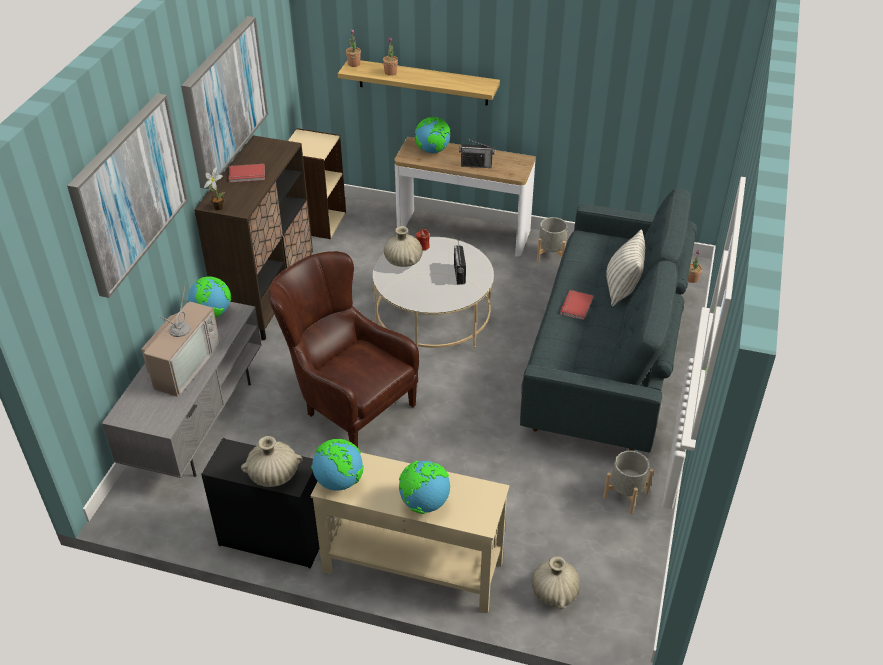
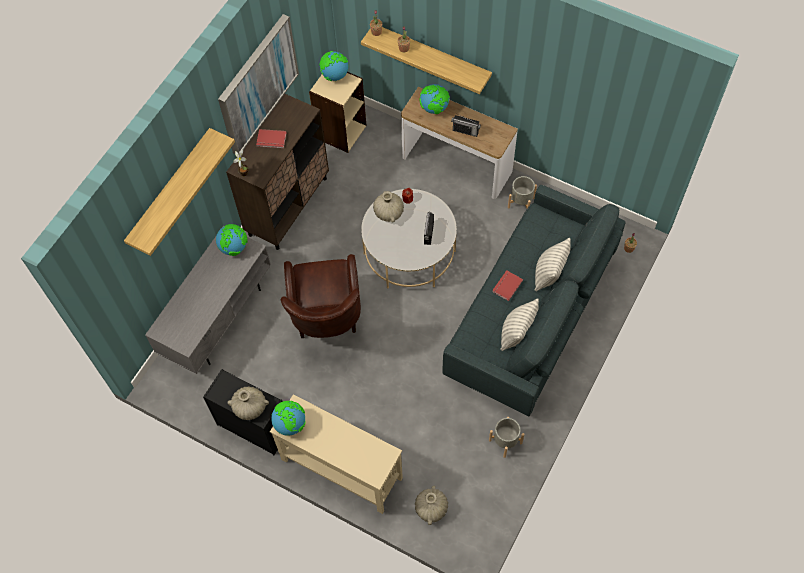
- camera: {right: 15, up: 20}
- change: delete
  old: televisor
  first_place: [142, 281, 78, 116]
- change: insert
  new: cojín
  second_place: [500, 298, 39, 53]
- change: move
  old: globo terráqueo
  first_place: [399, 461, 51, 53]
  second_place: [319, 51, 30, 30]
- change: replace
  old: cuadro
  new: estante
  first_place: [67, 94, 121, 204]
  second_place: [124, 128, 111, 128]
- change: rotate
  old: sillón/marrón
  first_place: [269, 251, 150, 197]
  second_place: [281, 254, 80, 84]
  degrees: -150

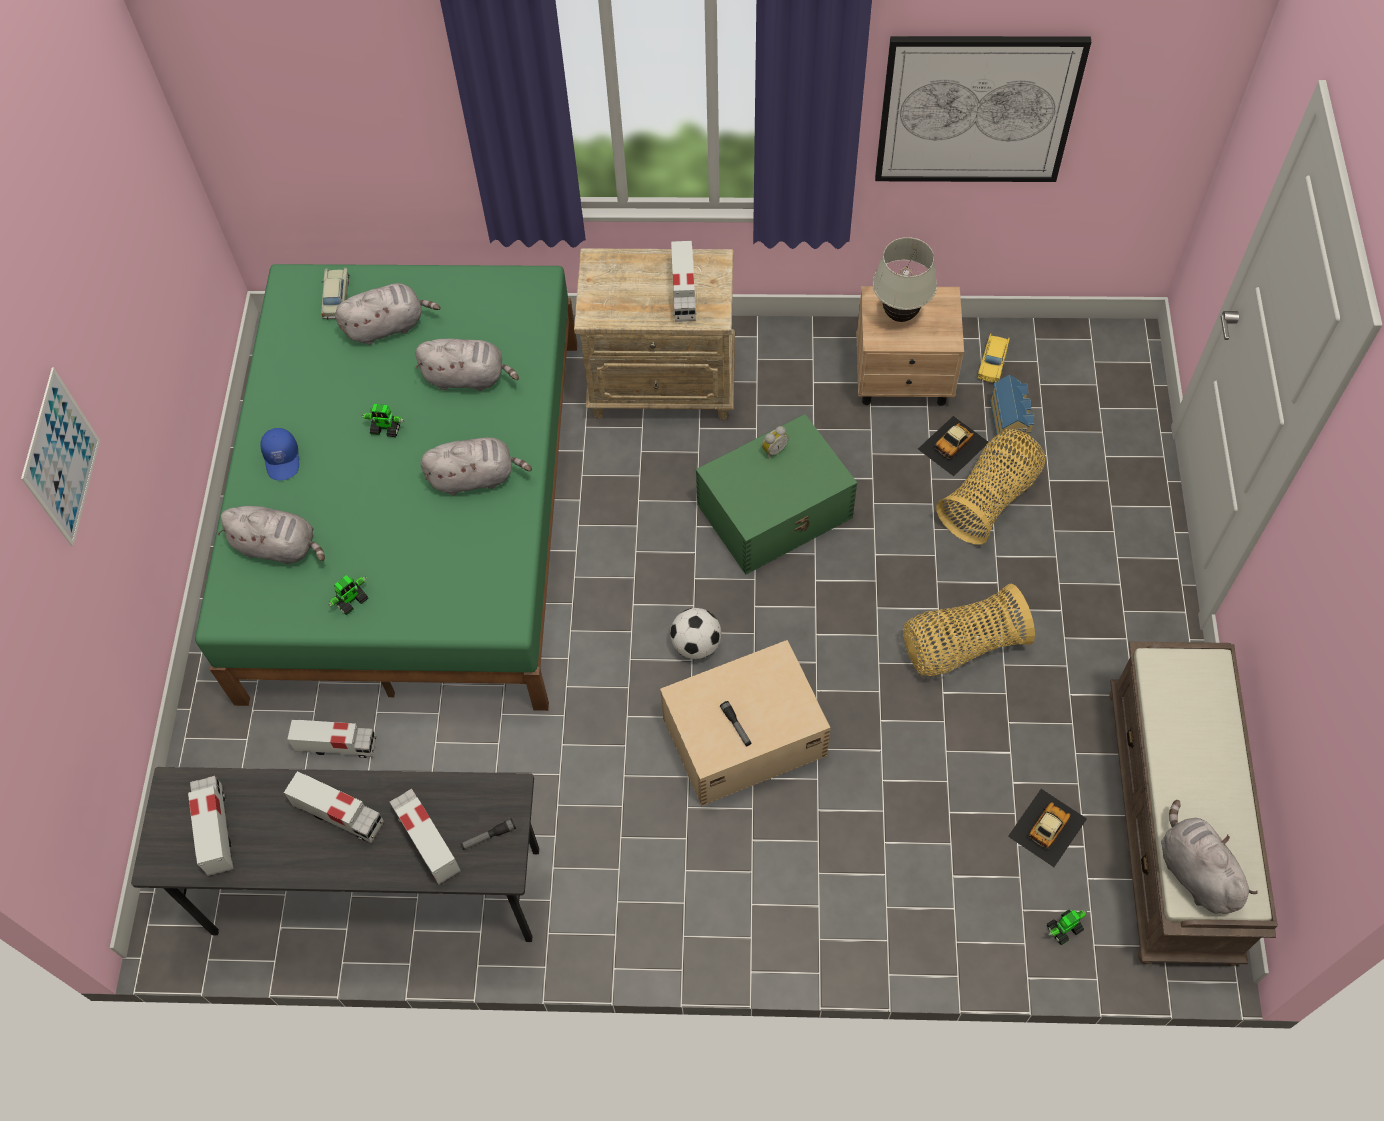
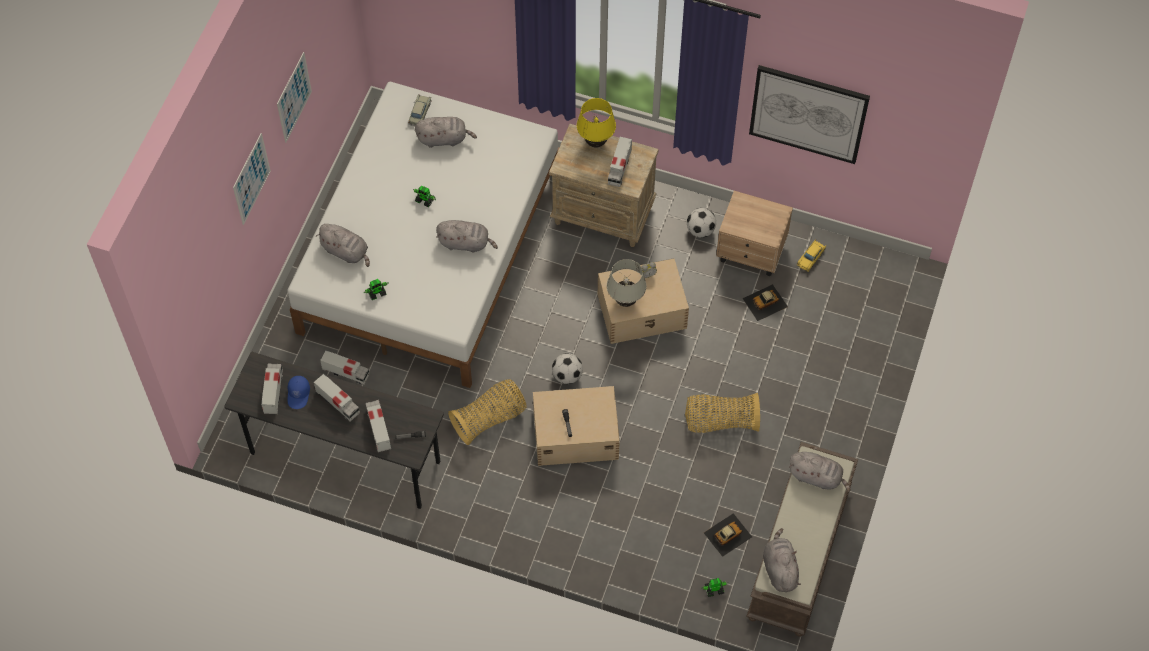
- camera: {right: 15, up: 0}
- change: delete
  old: casita
  first_place: [990, 375, 44, 70]
- change: insert
  new: cuadro
  second_place: [277, 52, 35, 91]
- change: insert
  new: lámpara de mesa/amarillo
  second_place: [577, 98, 39, 50]
- change: insert
  new: balón de fútbol
  second_place: [687, 208, 29, 30]
- change: move
  old: gorra/azul
  first_place: [260, 428, 39, 53]
  second_place: [287, 376, 23, 33]
- change: move
  old: peluche/gris
  first_place: [416, 338, 103, 53]
  second_place: [789, 452, 62, 40]
- change: move
  old: lámpara de mesa/blanco
  first_place: [873, 237, 64, 85]
  second_place: [607, 259, 39, 48]
- change: move
  old: cesta
  first_place: [936, 429, 110, 116]
  second_place: [448, 379, 79, 66]
- change: recolor
  old: cama/verde
  new: cama/blanco
  first_place: [195, 264, 382, 447]
  second_place: [287, 82, 272, 306]
- change: recolor
  old: caja de almacenaje/verde
  new: caja de almacenaje/beis
  first_place: [696, 414, 161, 161]
  second_place: [598, 258, 91, 86]

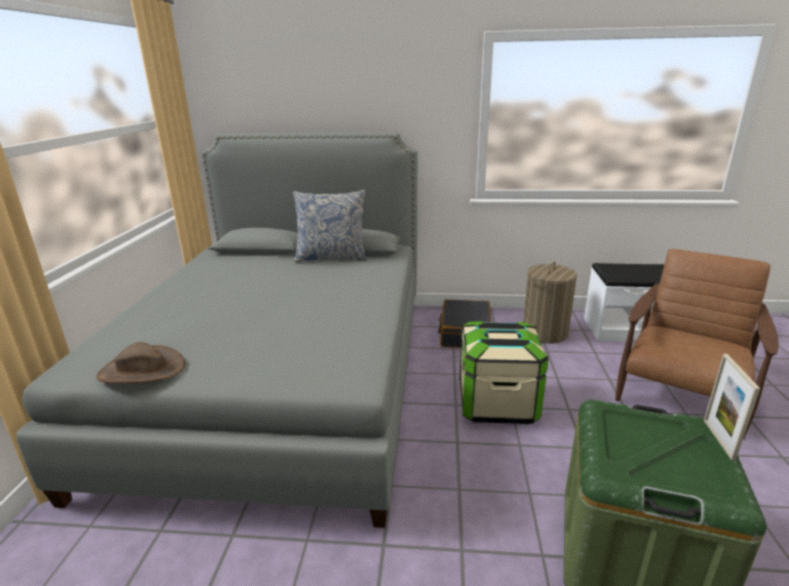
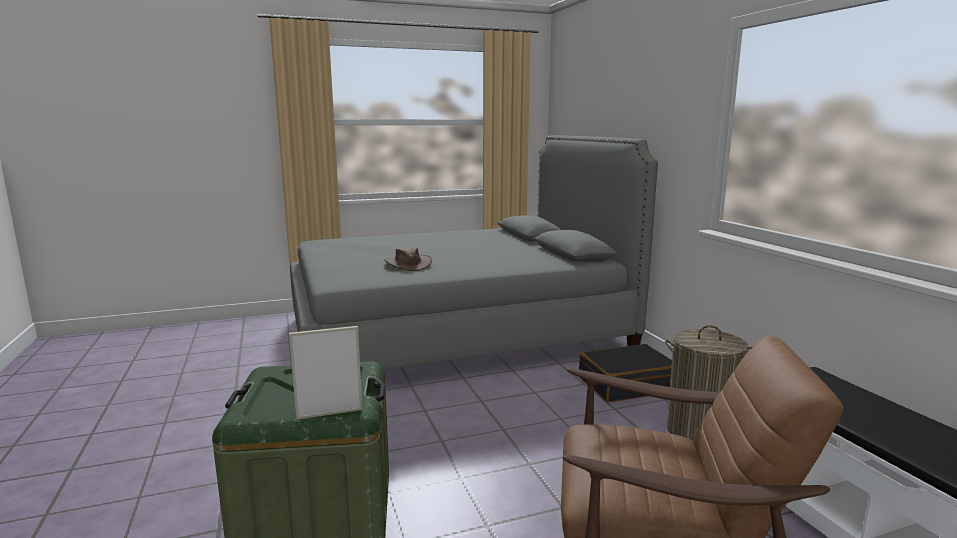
- camera: {right: 65, up: -10}
- change: delete
  old: cojín
  first_place: [293, 190, 74, 72]
- change: delete
  old: caja de almacenaje
  first_place: [459, 321, 90, 103]
- change: move
  old: sombrero/marrón
  first_place: [97, 342, 88, 41]
  second_place: [384, 247, 48, 24]

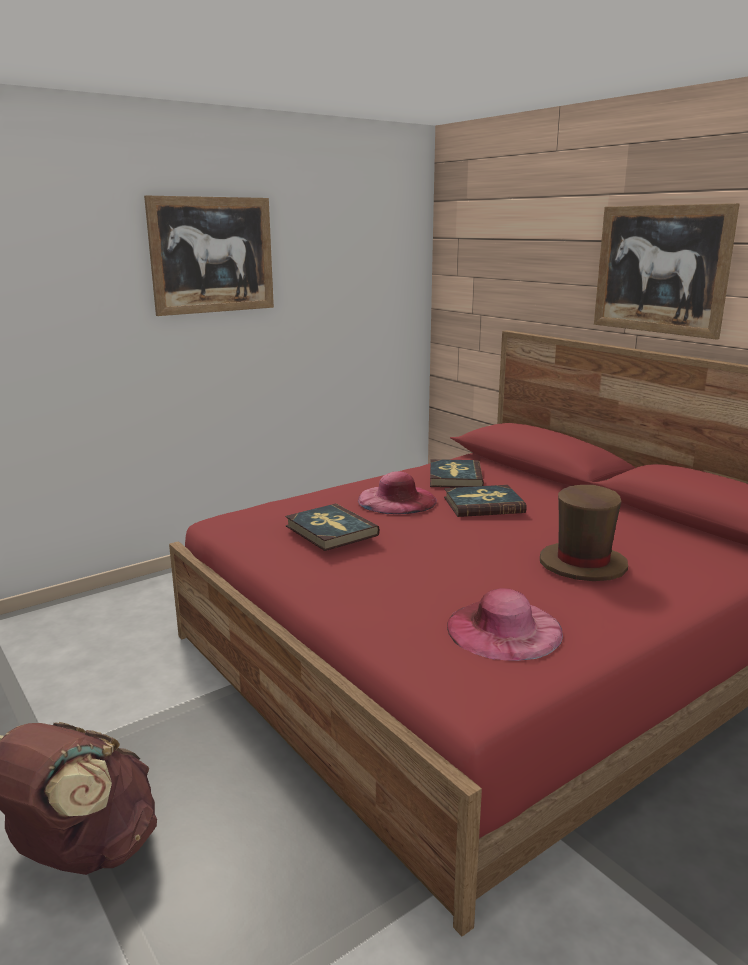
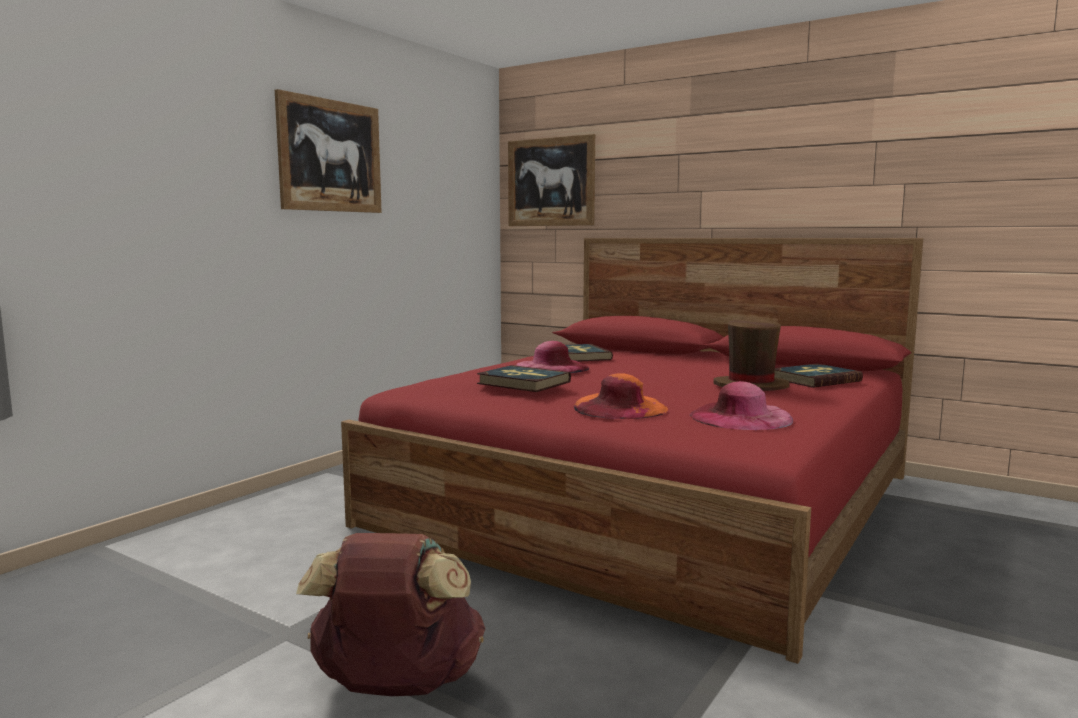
- camera: {right: -20, up: -10}
- change: insert
  new: sombrero/naranja
  second_place: [574, 374, 94, 45]
- change: move
  old: libro
  first_place: [444, 485, 82, 32]
  second_place: [774, 363, 89, 25]
- change: move
  old: cuadro
  first_place: [594, 203, 146, 137]
  second_place: [508, 134, 87, 92]

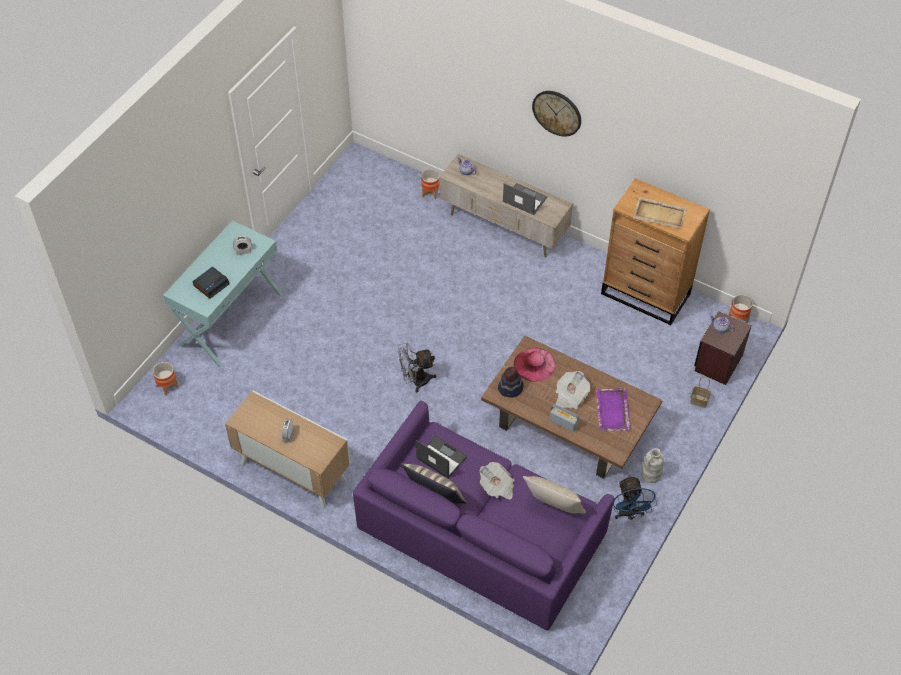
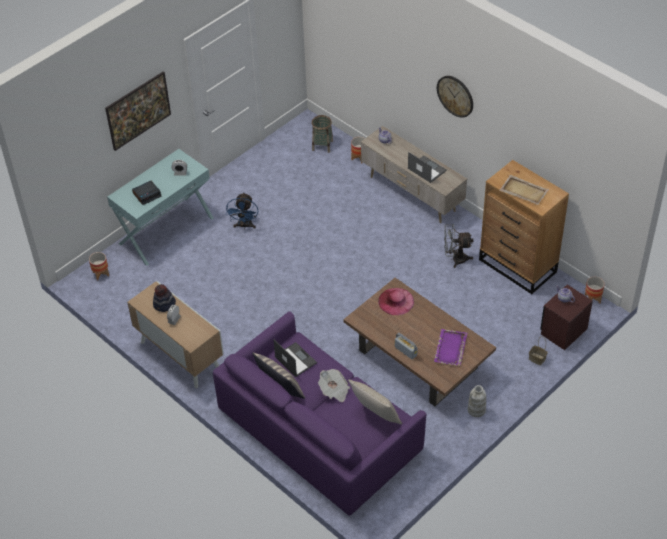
- camera: {right: 15, up: -5}
- change: delete
  old: periódico
  first_place: [555, 371, 35, 38]
- change: insert
  new: cuadro
  second_place: [105, 71, 66, 80]
- change: insert
  new: cesta
  second_place: [312, 115, 21, 38]
- change: move
  old: ventilador/gris
  first_place: [398, 342, 38, 50]
  second_place: [444, 224, 29, 44]
- change: move
  old: sombrero
  first_place: [498, 367, 26, 31]
  second_place: [153, 284, 23, 28]
- change: move
  old: ventilador/azul
  first_place: [613, 475, 44, 45]
  second_place: [226, 192, 32, 37]

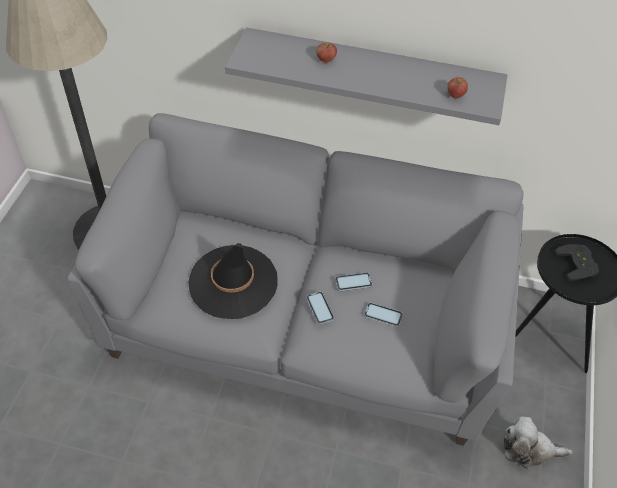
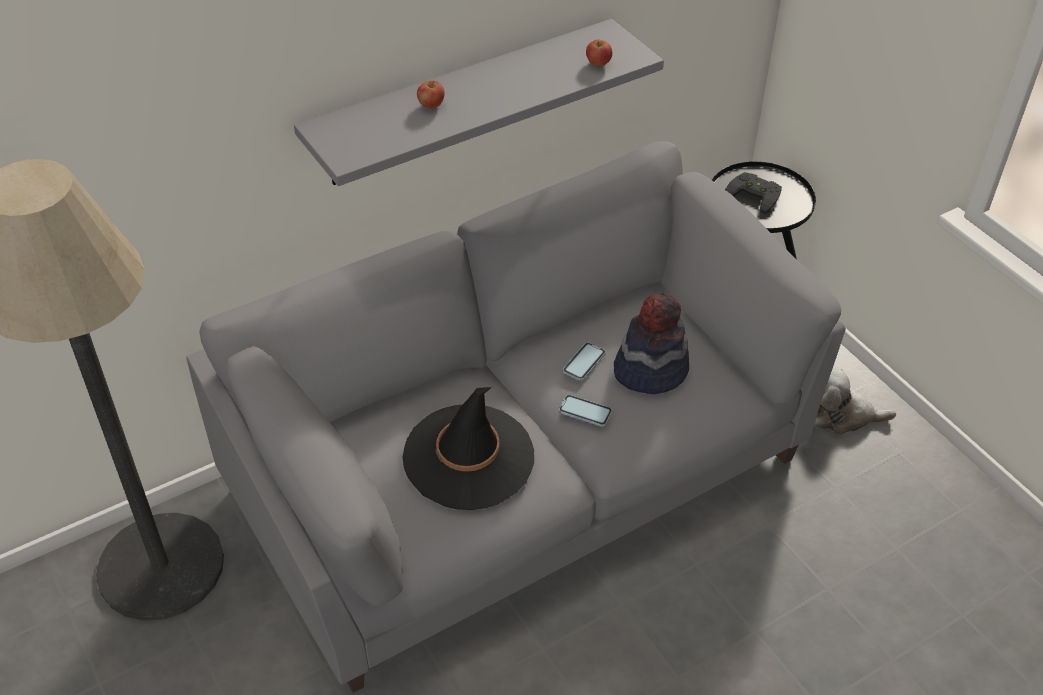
- camera: {right: -45, up: -5}
- change: replace
  old: móvil
  new: sombrero
  first_place: [364, 303, 39, 24]
  second_place: [614, 293, 75, 101]
- change: rotate
  old: peluche
  first_place: [504, 416, 69, 53]
  second_place: [814, 367, 82, 68]
  degrees: 45

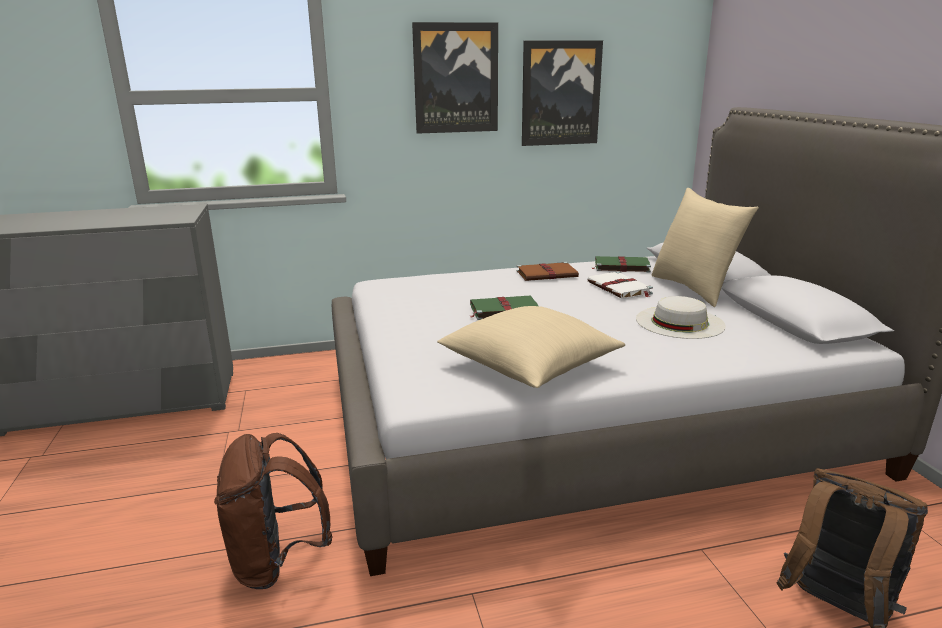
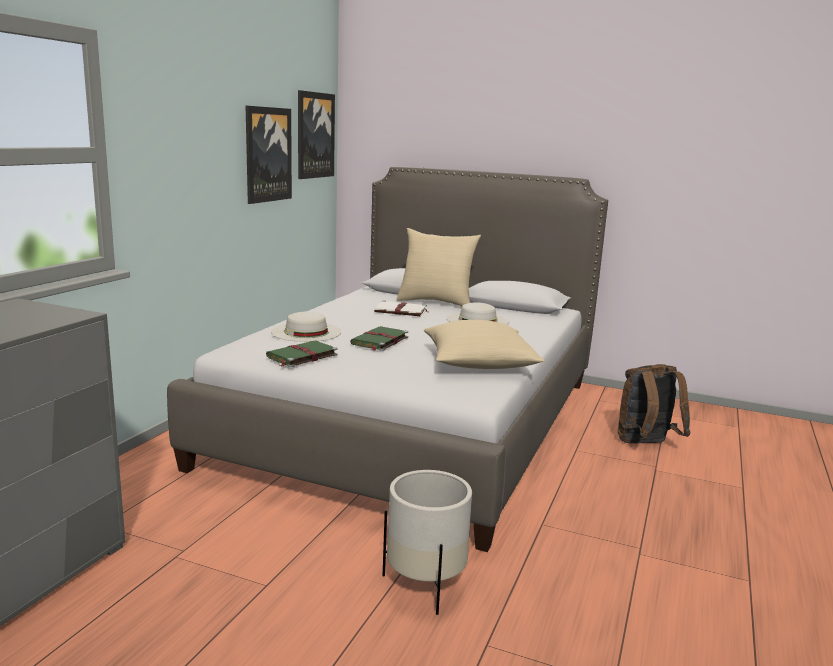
- camera: {right: -55, up: -5}
- change: delete
  old: libro/marrón
  first_place: [516, 262, 63, 19]
- change: insert
  new: sombrero/blanco
  second_place: [271, 312, 70, 30]
- change: move
  old: cuadro
  first_place: [412, 22, 86, 112]
  second_place: [298, 90, 37, 89]
- change: move
  old: libro/verde
  first_place: [592, 256, 59, 16]
  second_place: [266, 340, 72, 27]
- change: replace
  old: mochila/marrón
  new: maceta/blanco
  first_place: [214, 433, 119, 156]
  second_place: [383, 470, 89, 145]

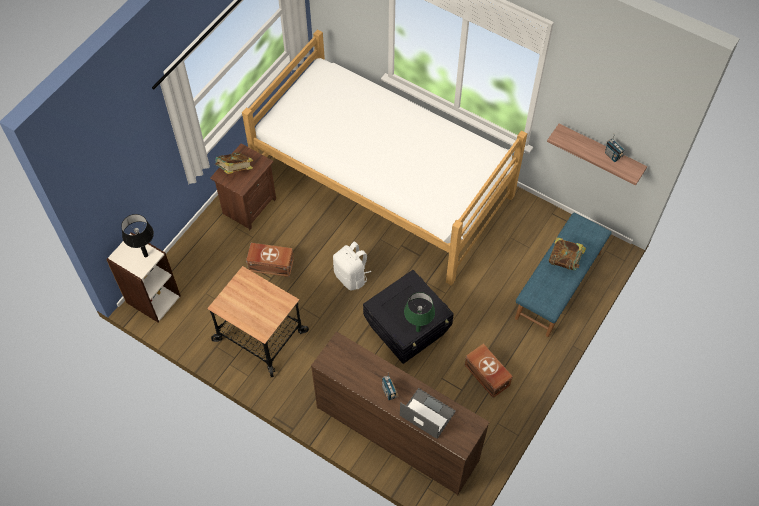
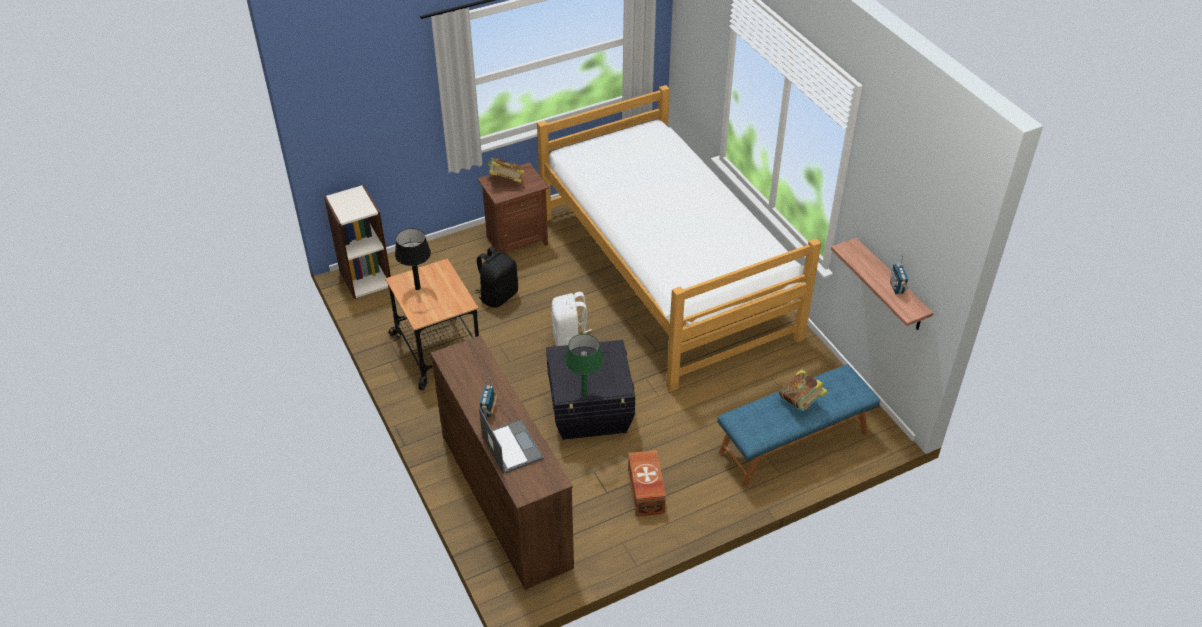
- camera: {right: 30, up: -15}
- change: move
  old: lámpara de mesa/negro
  first_place: [121, 214, 33, 43]
  second_place: [395, 228, 36, 62]
- change: replace
  old: caja de almacenaje/marrón
  new: mochila/negro
  first_place: [246, 243, 48, 34]
  second_place: [476, 246, 42, 62]

